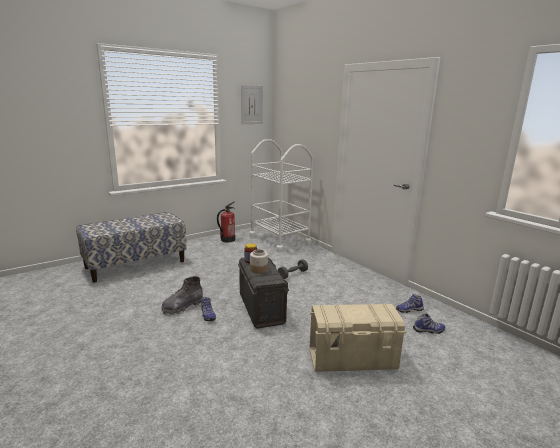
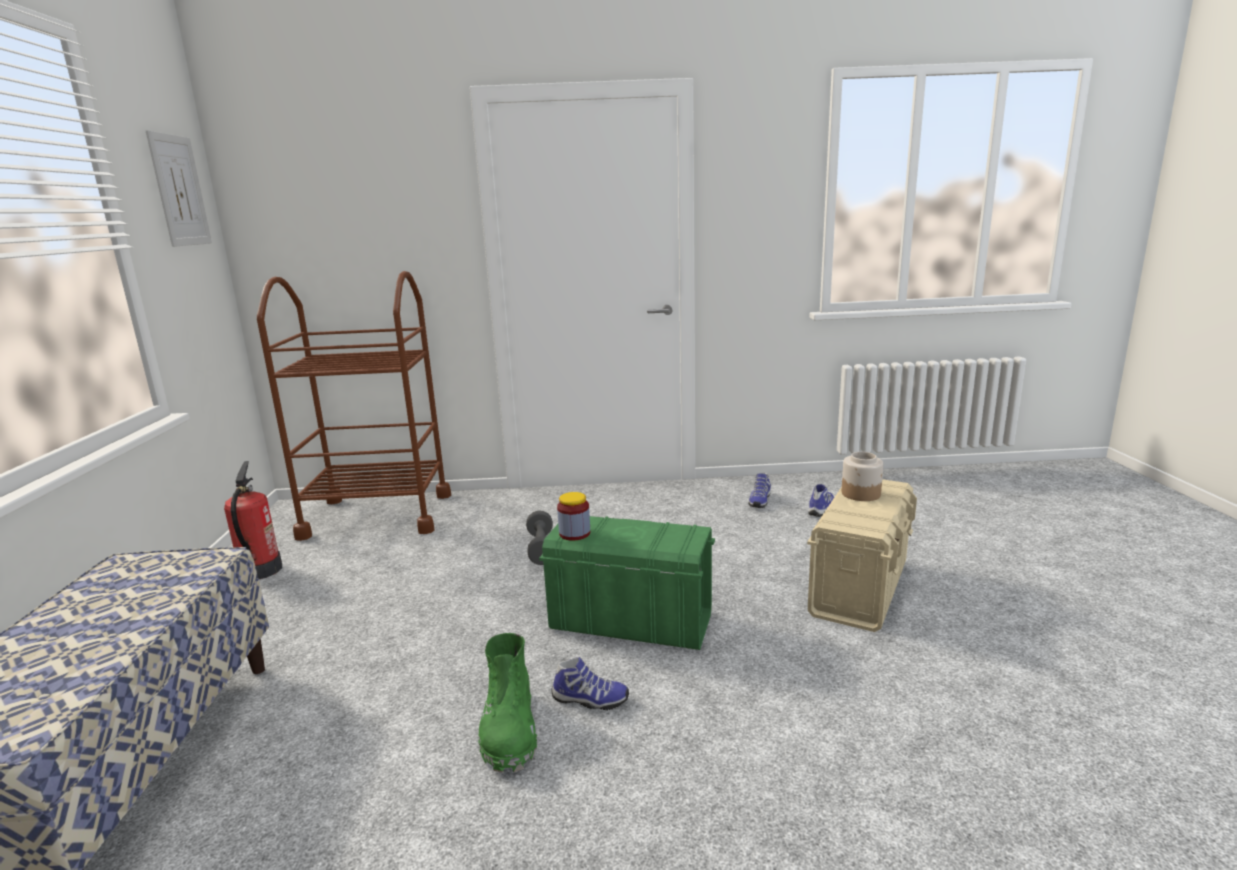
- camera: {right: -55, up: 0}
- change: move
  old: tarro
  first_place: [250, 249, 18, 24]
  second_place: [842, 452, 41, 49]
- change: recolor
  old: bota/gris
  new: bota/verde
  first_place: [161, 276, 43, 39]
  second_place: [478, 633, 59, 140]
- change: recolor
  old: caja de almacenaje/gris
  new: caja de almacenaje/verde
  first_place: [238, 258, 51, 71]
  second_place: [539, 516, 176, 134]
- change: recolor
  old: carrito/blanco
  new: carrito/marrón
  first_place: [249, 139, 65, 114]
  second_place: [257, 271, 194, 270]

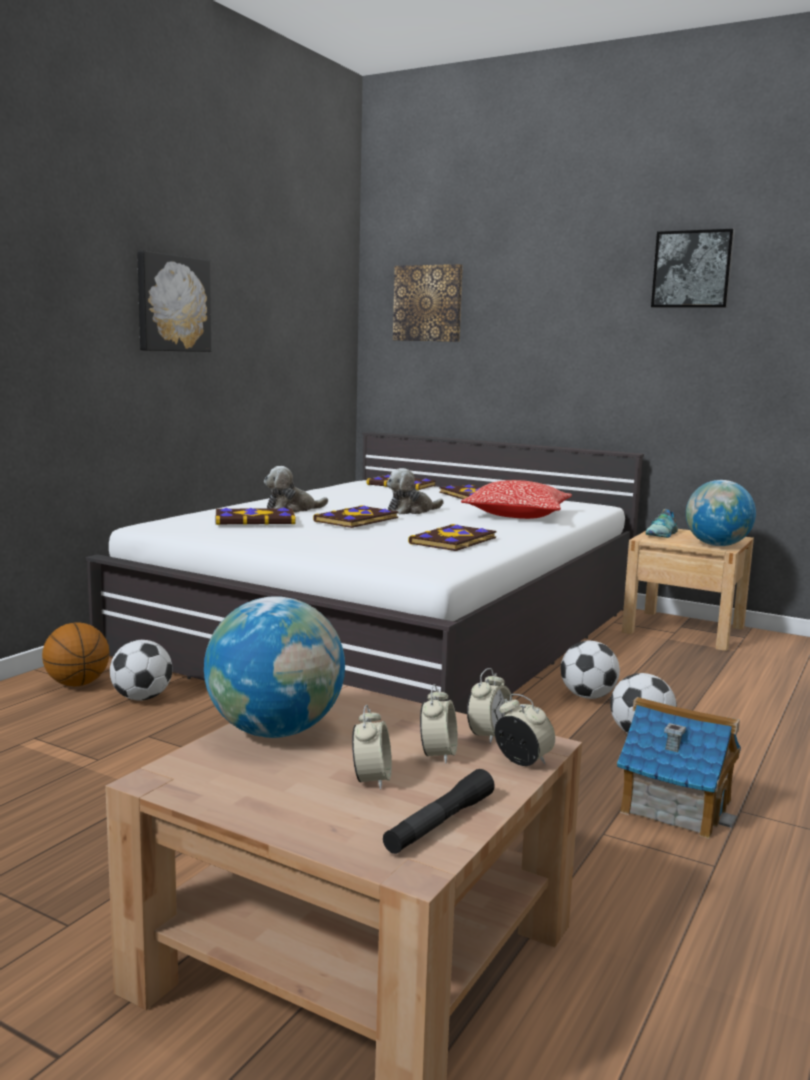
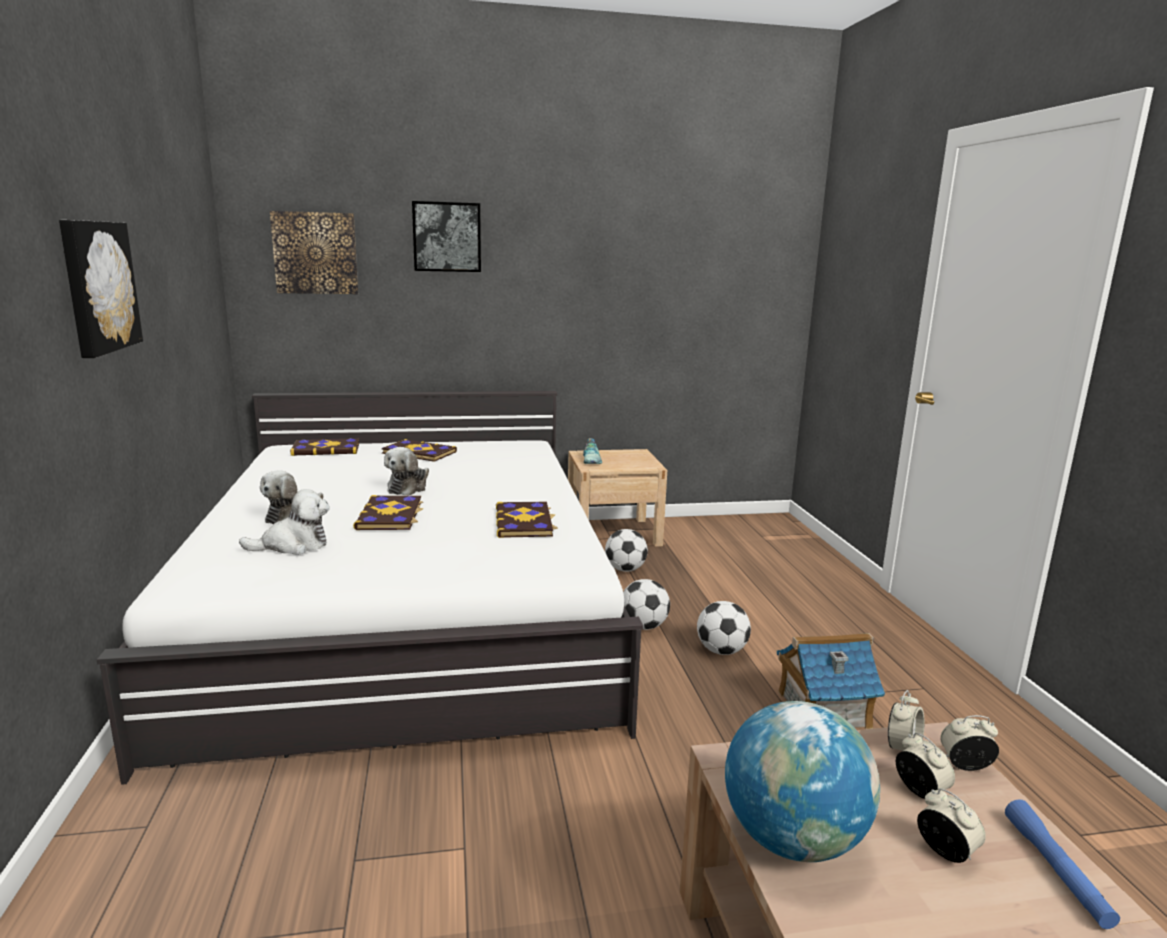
- camera: {right: -40, up: 5}
- change: delete
  old: balón de baloncesto
  first_place: [42, 622, 67, 64]
- change: delete
  old: cojín
  first_place: [461, 480, 111, 39]
- change: delete
  old: globo terráqueo
  first_place: [686, 480, 70, 66]
- change: move
  old: balón de fútbol
  first_place: [110, 640, 62, 61]
  second_place: [605, 529, 43, 43]
- change: move
  old: cuadro
  first_place: [651, 229, 84, 79]
  second_place: [412, 201, 69, 71]
- change: replace
  old: libro
  new: peluche
  first_place: [216, 507, 80, 18]
  second_place: [239, 489, 91, 66]
- change: recolor
  old: linterna/negro
  new: linterna/azul
  first_place: [383, 769, 112, 85]
  second_place: [1005, 799, 115, 130]
- change: rotate
  old: despertador
  first_place: [467, 668, 47, 76]
  second_place: [888, 690, 36, 61]
  degrees: 45

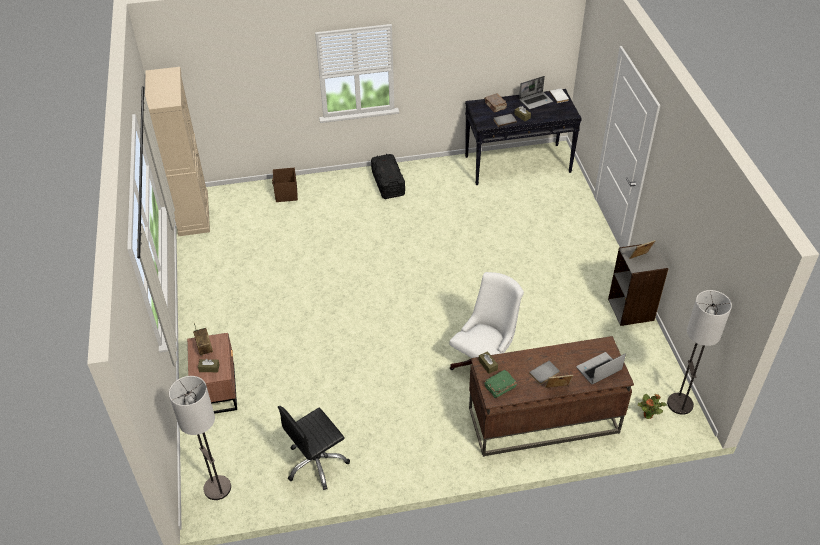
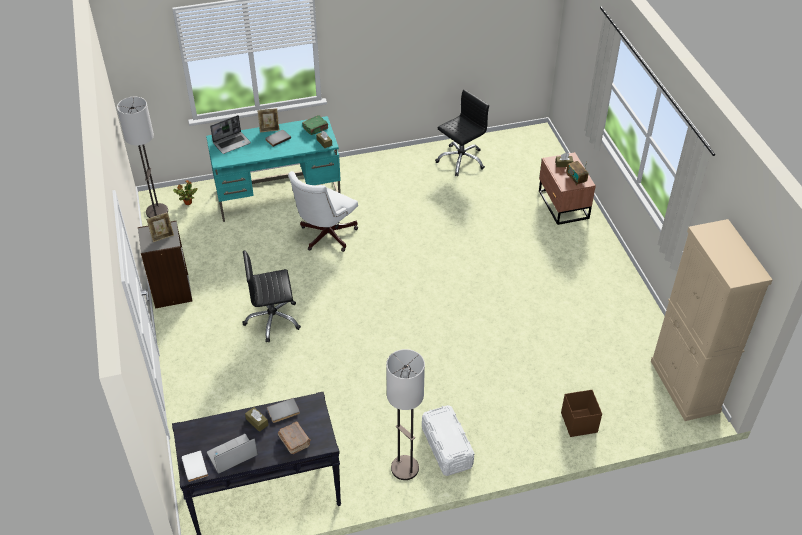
- camera: {right: 175, up: 0}
- change: insert
  new: silla de oficina/negro
  second_place: [242, 250, 59, 92]
- change: move
  old: lámpara de pie
  first_place: [169, 376, 62, 124]
  second_place: [386, 349, 39, 131]
- change: recolor
  old: caja de almacenaje/negro
  new: caja de almacenaje/blanco
  first_place: [371, 154, 34, 45]
  second_place: [422, 405, 52, 71]
- change: recolor
  old: escritorio/marrón
  new: escritorio/turquesa
  first_place: [469, 336, 165, 121]
  second_place: [206, 116, 135, 106]

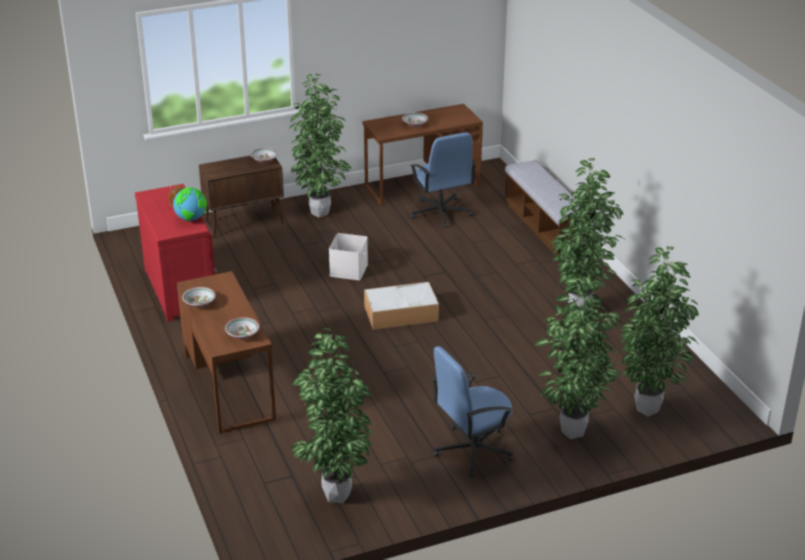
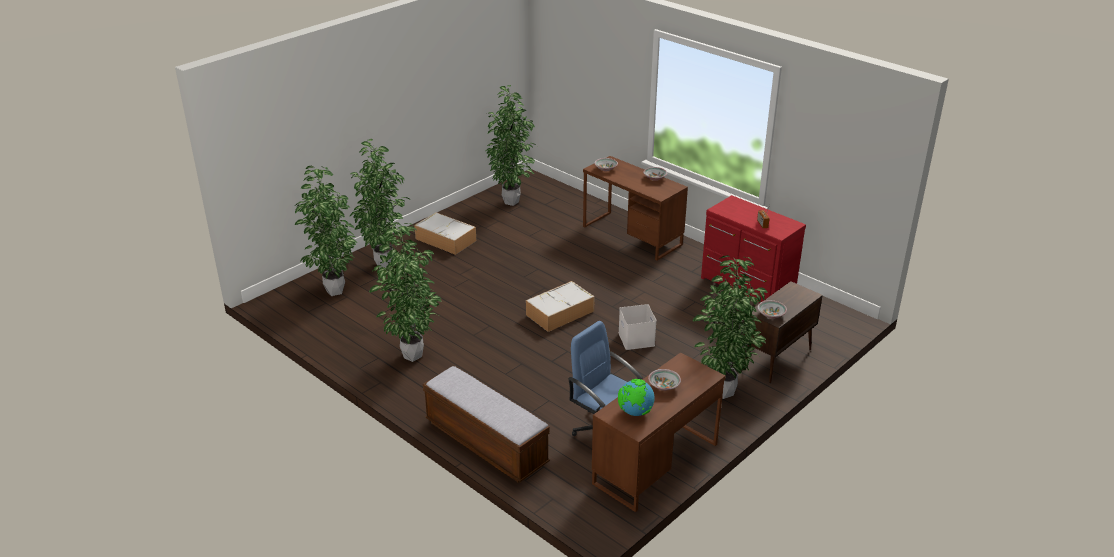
- camera: {right: 155, up: 0}
- change: move
  old: globo terráqueo
  first_place: [173, 187, 34, 34]
  second_place: [618, 379, 37, 37]
- change: replace
  old: silla de oficina/azul
  new: caja de almacenaje
  first_place: [432, 346, 82, 131]
  second_place: [414, 212, 62, 43]

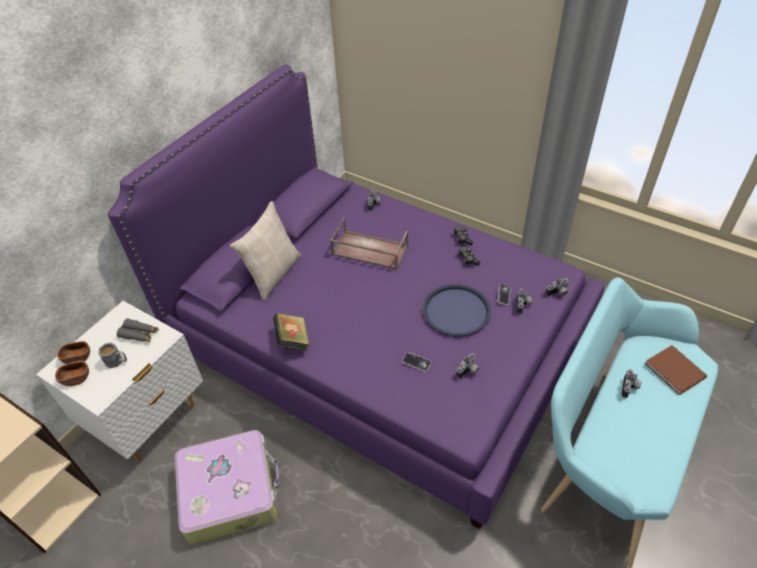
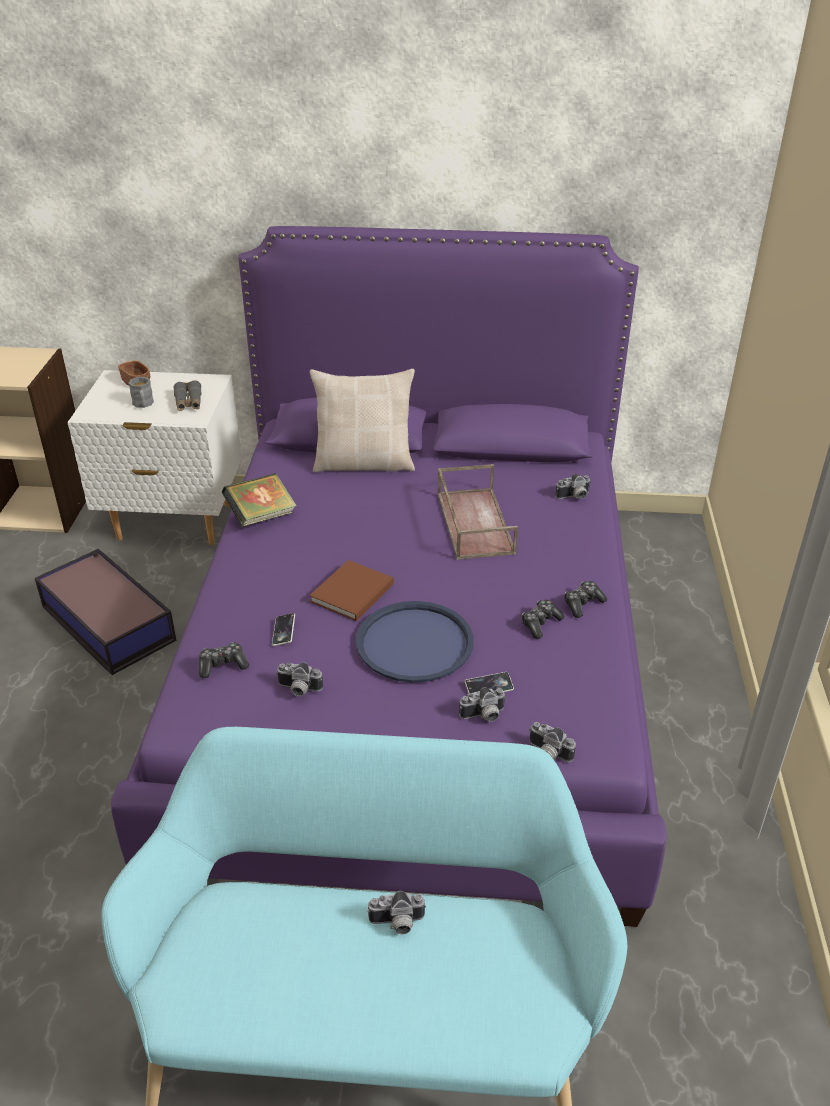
- camera: {right: 60, up: -10}
- change: delete
  old: cuenco/marrón
  first_place: [55, 361, 34, 25]
- change: insert
  new: mando de consola
  second_place: [199, 642, 50, 36]
- change: move
  old: libro/marrón
  first_place: [645, 345, 63, 50]
  second_place: [309, 560, 85, 61]
- change: replace
  old: maleta
  new: caja de almacenaje
  first_place: [175, 430, 105, 114]
  second_place: [35, 549, 142, 126]

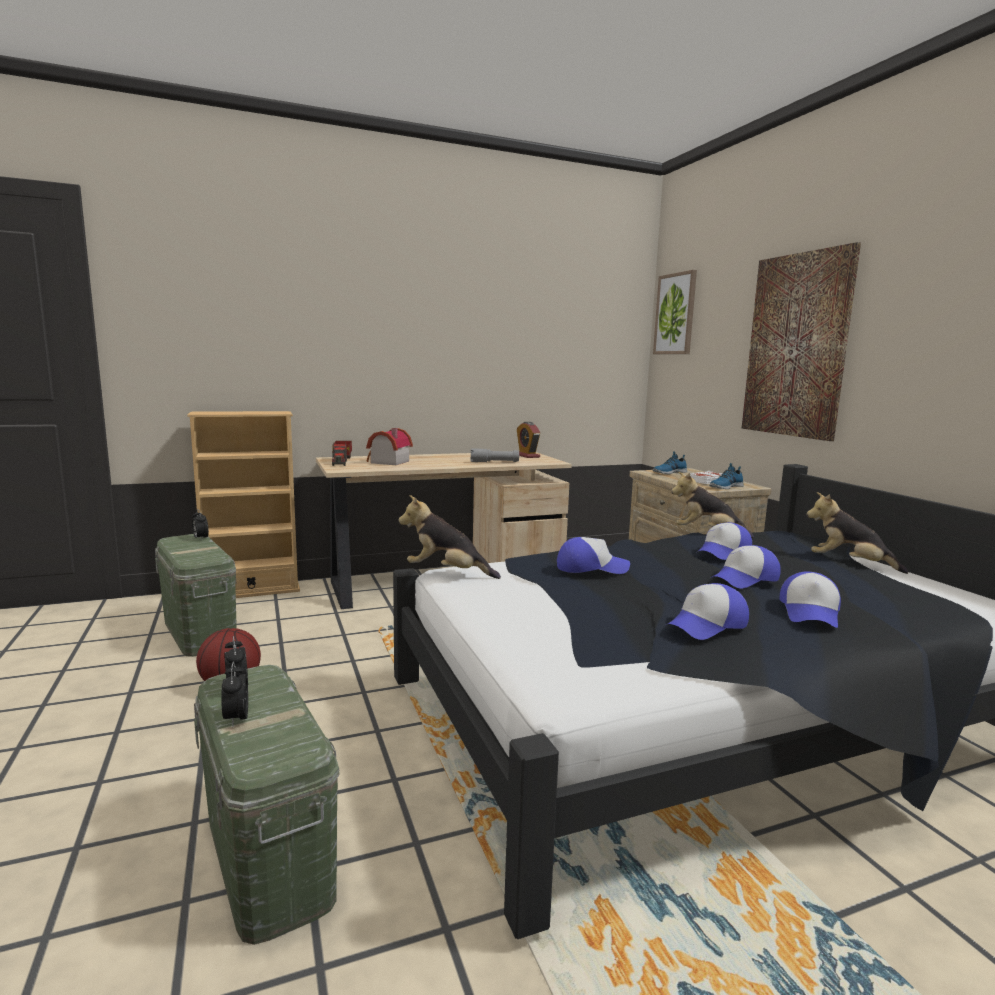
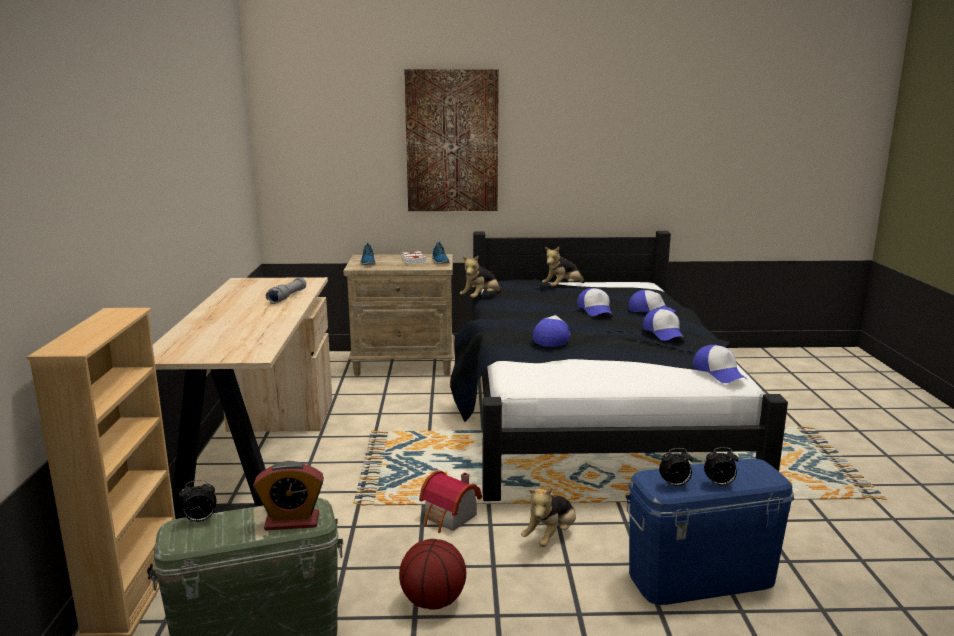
- camera: {right: -70, up: 5}
- change: delete
  old: camión de juguete
  first_place: [332, 441, 20, 25]
- change: delete
  old: cuadro
  first_place: [653, 270, 44, 84]
- change: move
  old: casita
  first_place: [366, 428, 47, 37]
  second_place: [419, 470, 63, 63]
- change: move
  old: peluche
  first_place: [399, 495, 102, 84]
  second_place: [521, 488, 55, 59]
- change: move
  old: despertador
  first_place: [517, 422, 23, 36]
  second_place: [253, 461, 71, 69]
- change: move
  old: gorra
  first_place: [697, 522, 55, 38]
  second_place: [693, 345, 54, 38]
- change: recolor
  old: caja de almacenaje/verde
  new: caja de almacenaje/azul
  first_place: [194, 665, 145, 280]
  second_place: [625, 459, 169, 146]

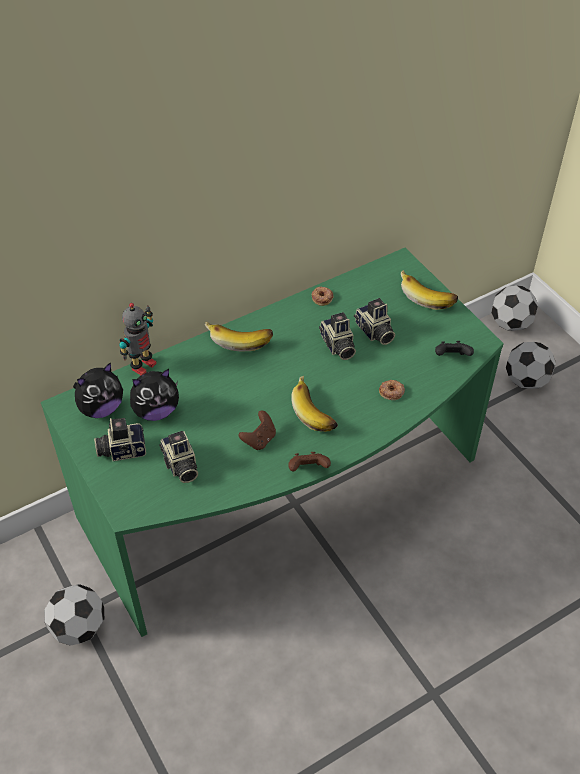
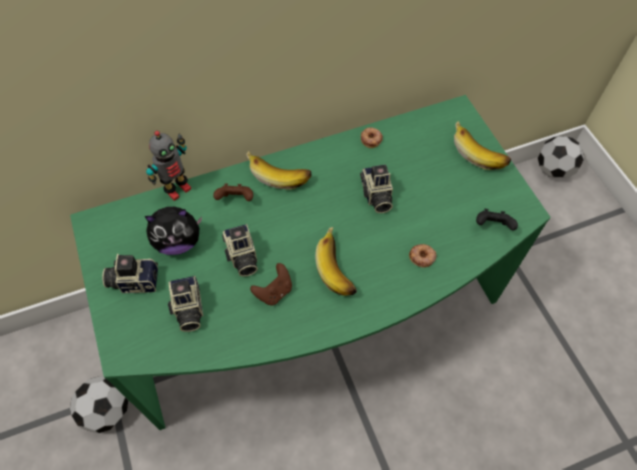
- camera: {right: 10, up: 10}
- change: delete
  old: peluche
  first_place: [73, 362, 50, 56]
- change: delete
  old: balón de fútbol
  first_place: [506, 342, 50, 47]
- change: move
  old: mando de consola/marrón
  first_place: [288, 452, 43, 20]
  second_place: [213, 183, 40, 18]
- change: move
  old: cámara
  first_place: [354, 298, 41, 47]
  second_place: [222, 224, 36, 53]

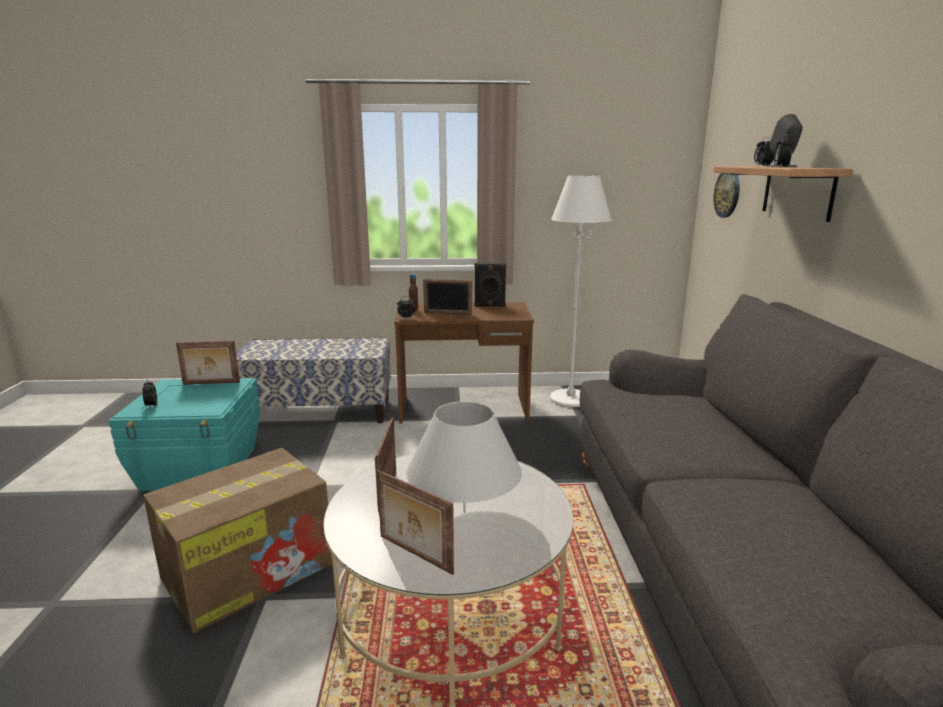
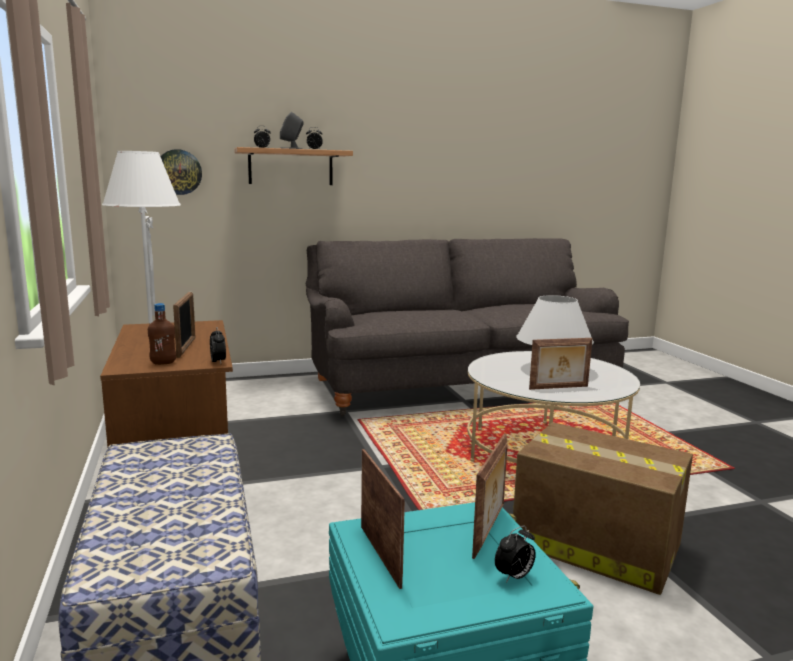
- camera: {right: -105, up: -5}
- change: delete
  old: altavoz/negro
  first_place: [475, 263, 31, 44]
- change: move
  old: portarretratos
  first_place: [377, 470, 77, 105]
  second_place: [472, 433, 36, 126]

